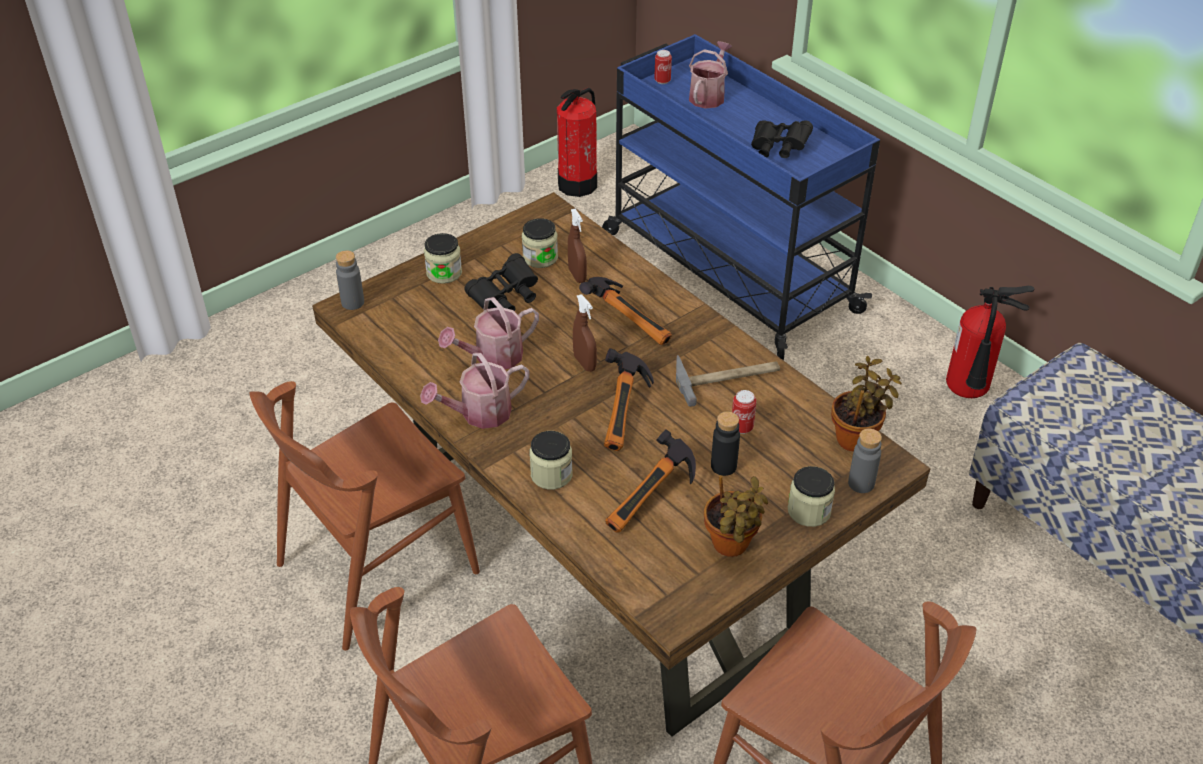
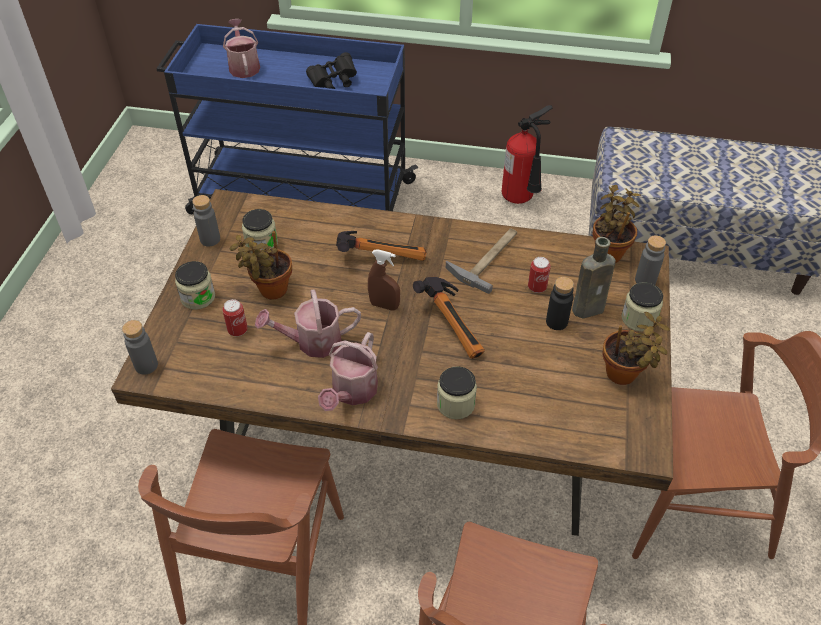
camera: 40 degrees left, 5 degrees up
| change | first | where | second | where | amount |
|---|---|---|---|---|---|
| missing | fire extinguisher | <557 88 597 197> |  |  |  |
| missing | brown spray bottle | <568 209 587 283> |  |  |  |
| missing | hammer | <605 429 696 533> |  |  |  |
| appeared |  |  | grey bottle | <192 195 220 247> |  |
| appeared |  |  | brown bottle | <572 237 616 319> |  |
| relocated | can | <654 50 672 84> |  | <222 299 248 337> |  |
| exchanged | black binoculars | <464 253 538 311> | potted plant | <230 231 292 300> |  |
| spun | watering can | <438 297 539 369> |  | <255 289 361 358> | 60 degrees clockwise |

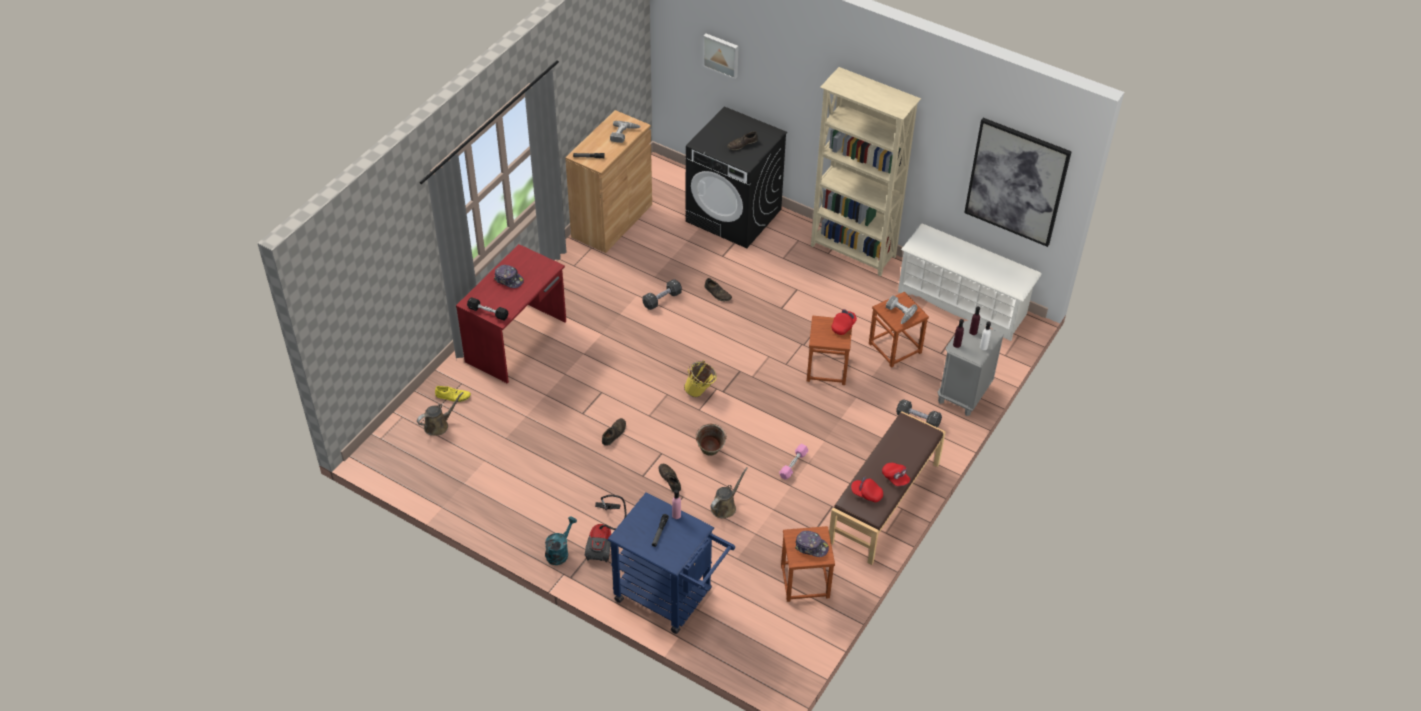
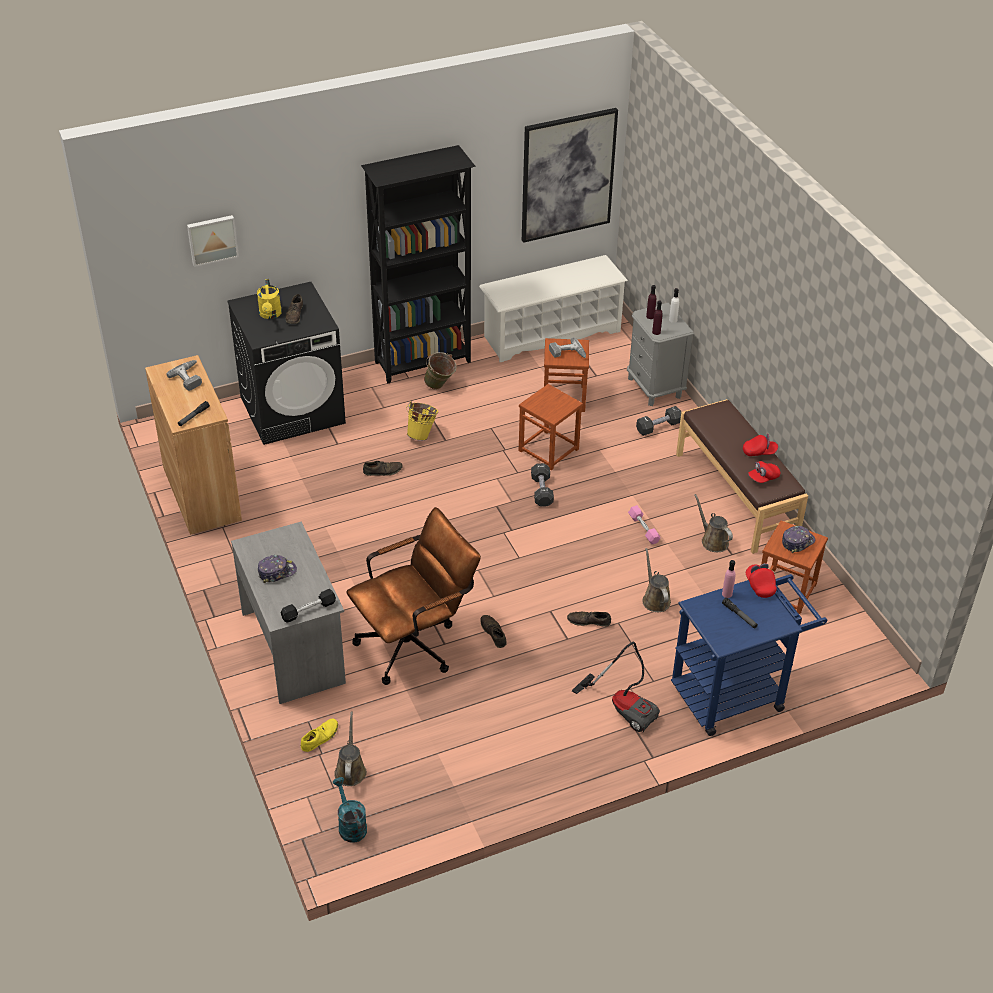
camera: 55 degrees left, 5 degrees down
| change | first | where | second | where | amount |
|---|---|---|---|---|---|
| appeared |  |  | yellow watering can | <257 279 282 319> |  |
| appeared |  |  | brown office chair | <346 507 481 685> |  |
| appeared |  |  | brown watering can | <694 494 733 552> |  |
| relocated | turquoise watering can | <545 516 577 565> |  | <333 777 367 842> |  |
| relocated | black dumbbell | <643 279 682 310> |  | <531 463 554 507> |  |
| relocated | yellow bucket | <684 360 717 397> |  | <406 401 438 441> |  |
| relocated | green bucket | <696 424 727 456> |  | <424 352 457 389> |  |
| relocated | red cap | <831 309 857 335> |  | <746 563 777 598> |  |
| colour | red desk | <456 244 566 383> | grey desk | <231 521 346 704> |  |
| colour | beige bookcase | <811 67 921 276> | black bookcase | <361 145 475 383> |  |

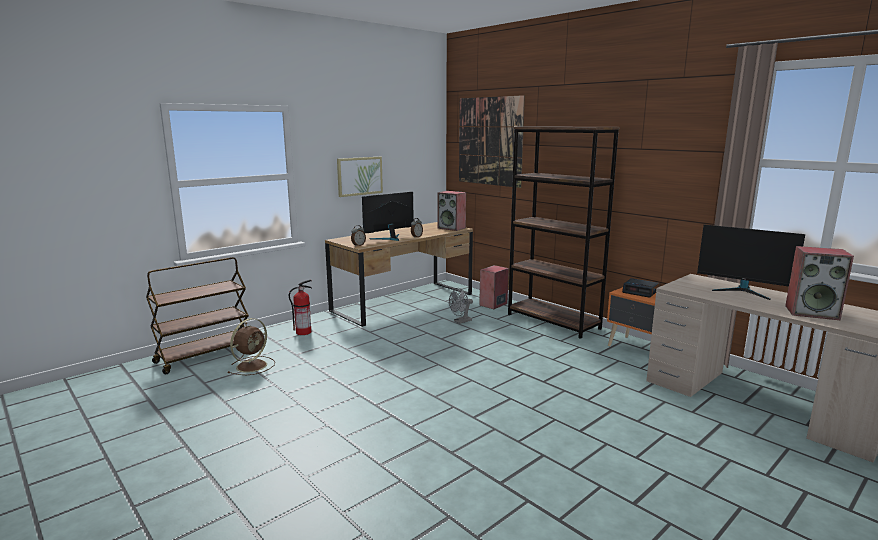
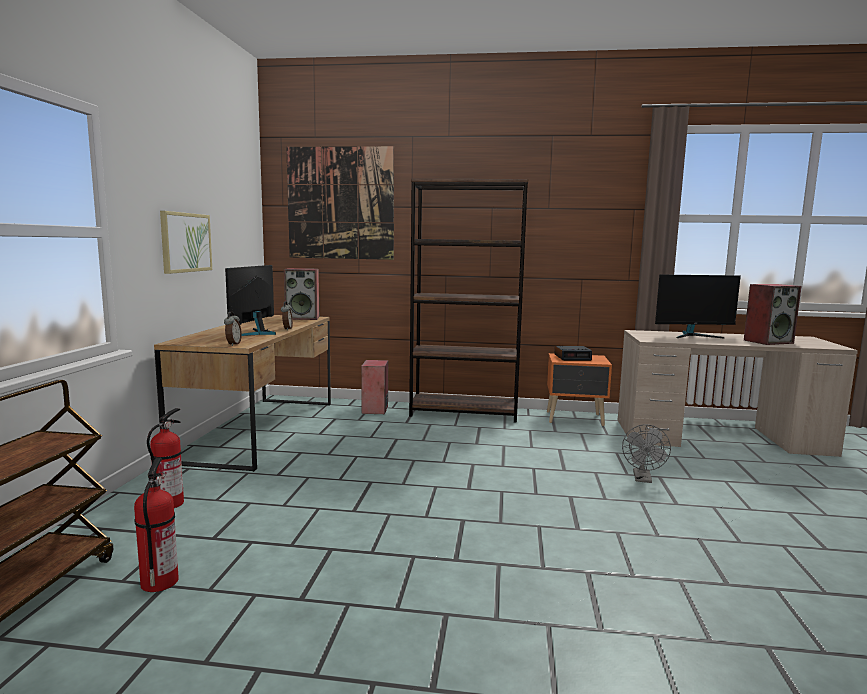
camera: 40 degrees left, 5 degrees down
| change | first | where | second | where | amount |
|---|---|---|---|---|---|
| relocated | grey fan | <449 288 473 324> |  | <622 424 671 483> |  |
| exchanged | brown fan | <228 318 275 375> | fire extinguisher | <134 458 179 592> |  |

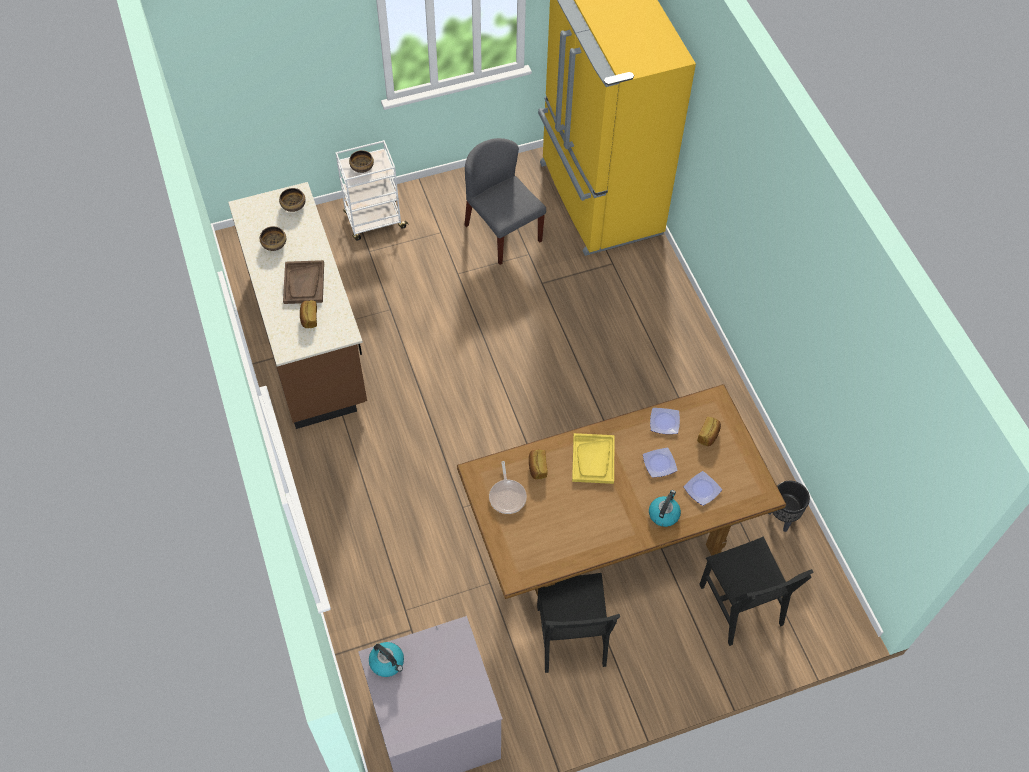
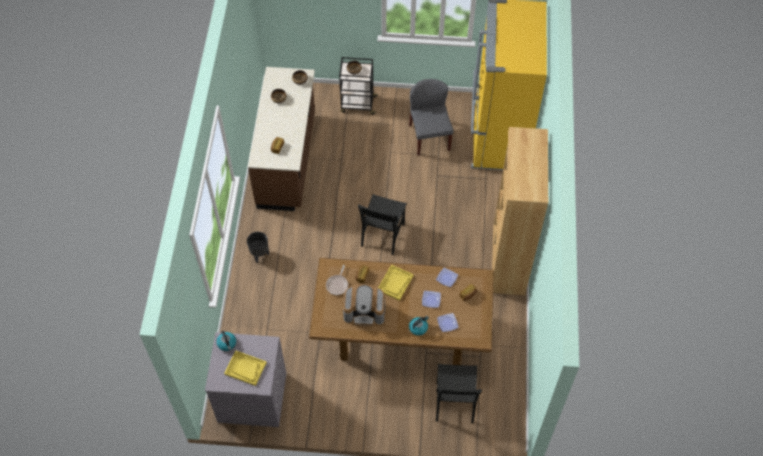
camera: 25 degrees right, 0 degrees up
| change | first | where | second | where | amount |
|---|---|---|---|---|---|
| missing | brown tray | <283 260 324 304> |  |  |  |
| appeared |  |  | yellow tray | <224 351 267 386> |  |
| appeared |  |  | coffee machine | <343 284 385 326> |  |
| appeared |  |  | brown bookcase | <492 127 548 295> |  |
| relocated | black chair | <537 573 620 673> |  | <358 194 407 255> |  |
| relocated | black planter | <768 481 810 532> |  | <247 232 269 263> |  |
| colour | white cart | <335 140 409 240> | black cart | <339 57 378 115> |  |

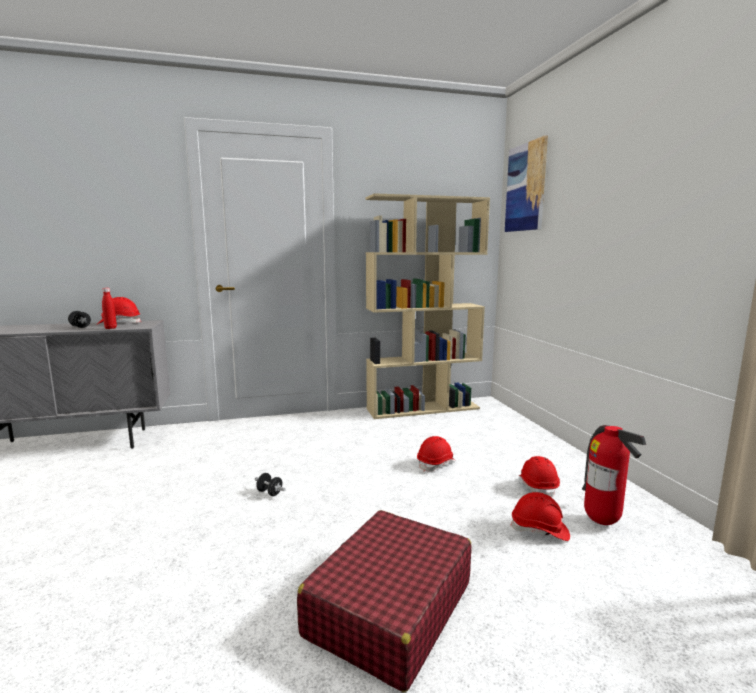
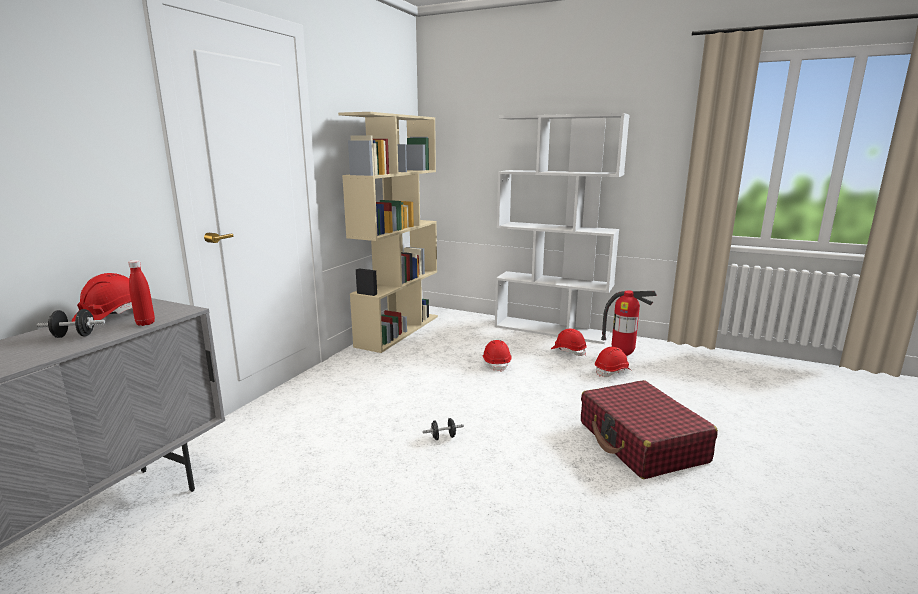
camera: 50 degrees left, 5 degrees up
| change | first | where | second | where | amount |
|---|---|---|---|---|---|
| missing | picture | <505 135 548 232> |  |  |  |
| appeared |  |  | white bookcase | <495 113 630 344> |  |

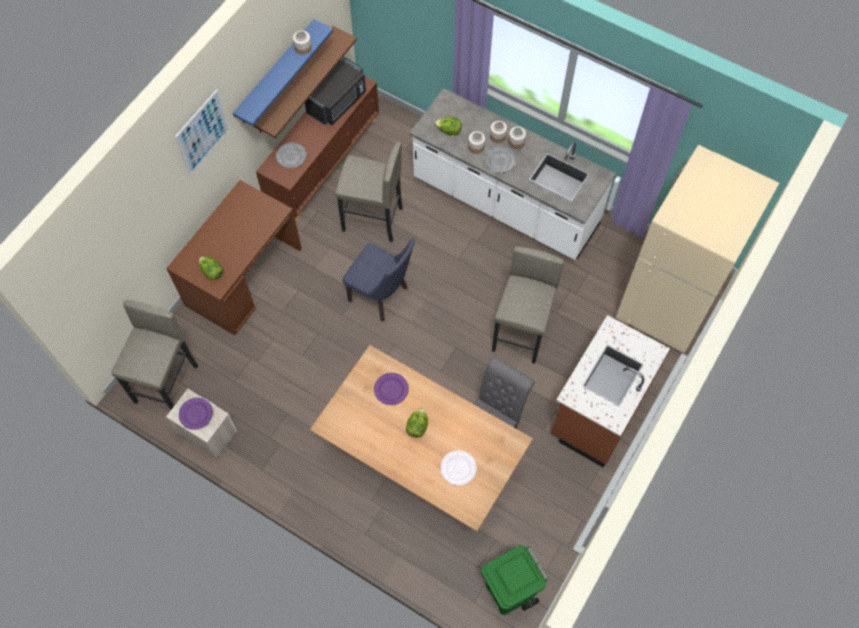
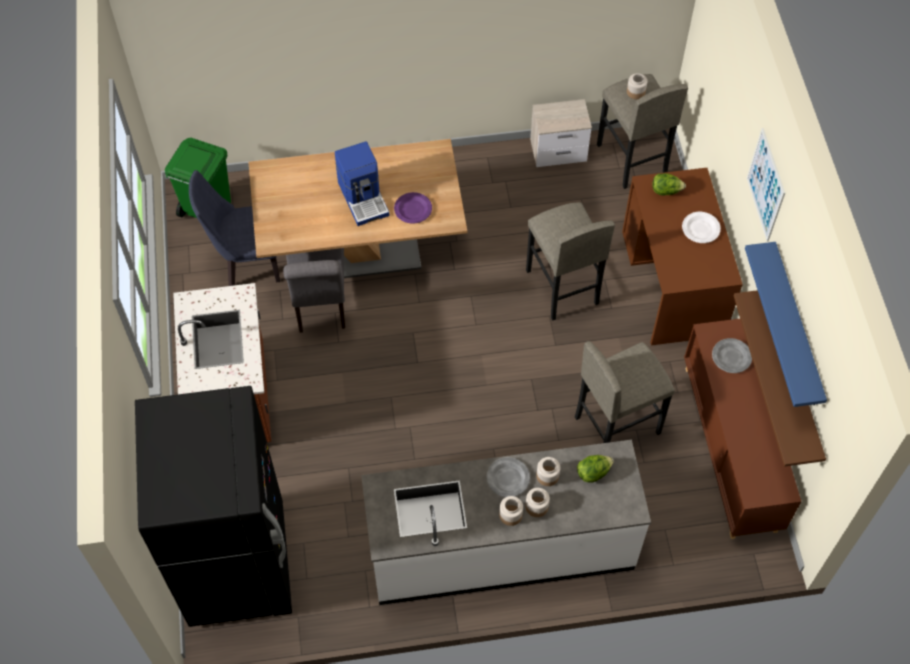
camera: 140 degrees right, 5 degrees down
| change | first | where | second | where | amount |
|---|---|---|---|---|---|
| missing | purple plate | <179 398 213 430> |  |  |  |
| missing | black microwave | <305 57 366 125> |  |  |  |
| relocated | jar | <293 31 312 55> |  | <627 73 648 99> |  |
| relocated | blue chair | <342 238 415 322> |  | <189 170 280 286> |  |
| relocated | white plate | <440 451 477 485> |  | <682 212 721 243> |  |
| relocated | grey stool | <492 246 564 364> |  | <526 202 615 321> |  |
| exchanged | lettuce | <406 408 428 438> | coffee machine | <335 141 390 226> |  |
| colour | beige fridge | <615 145 779 353> | black fridge | <135 386 292 627> |  |

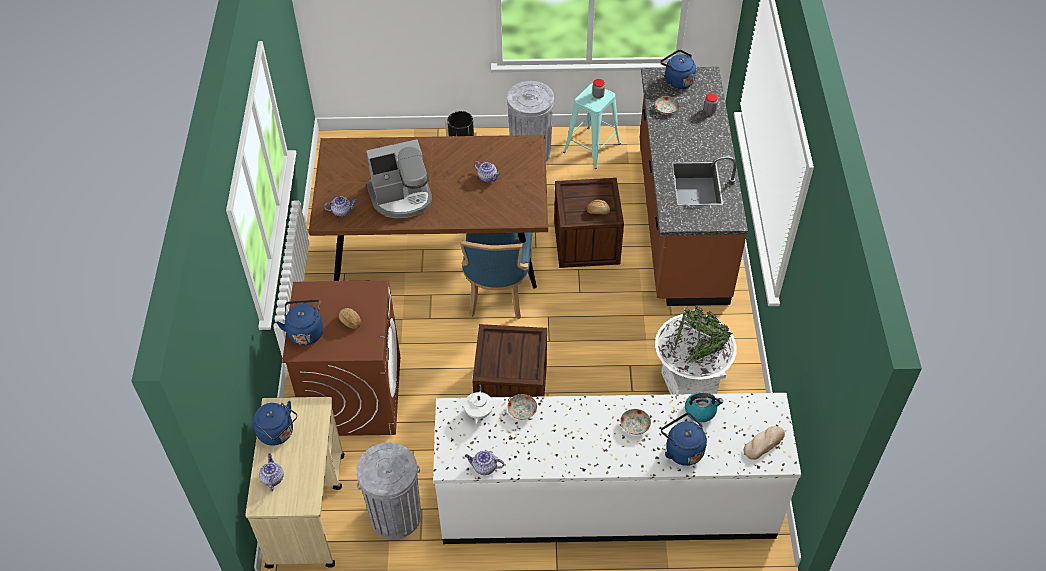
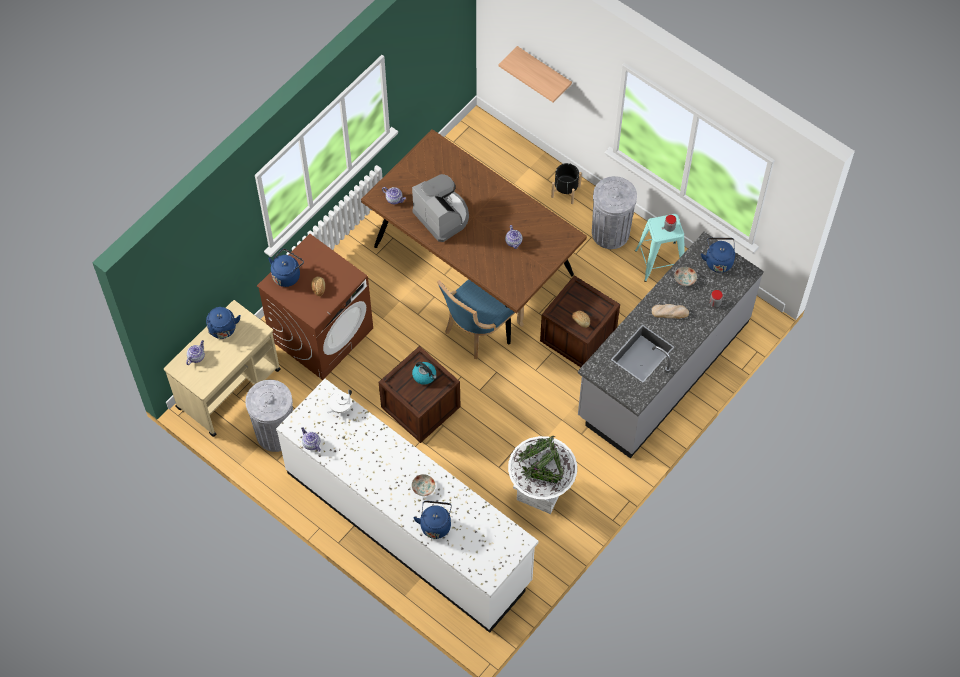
camera: 40 degrees right, 10 degrees up
| change | first | where | second | where | amount |
|---|---|---|---|---|---|
| missing | plate | <507 394 537 420> |  |  |  |
| appeared |  |  | shelf | <498 46 572 102> |  |
| relocated | kettle | <685 392 723 422> |  | <412 361 437 385> |  |
| relocated | bread | <744 426 785 460> |  | <652 304 689 319> |  |
| colour | brown counter | <640 67 748 306> | grey counter | <578 231 764 458> |  |
| spun | coffee machine | <366 139 432 218> |  | <412 174 469 242> | 150 degrees counterclockwise |

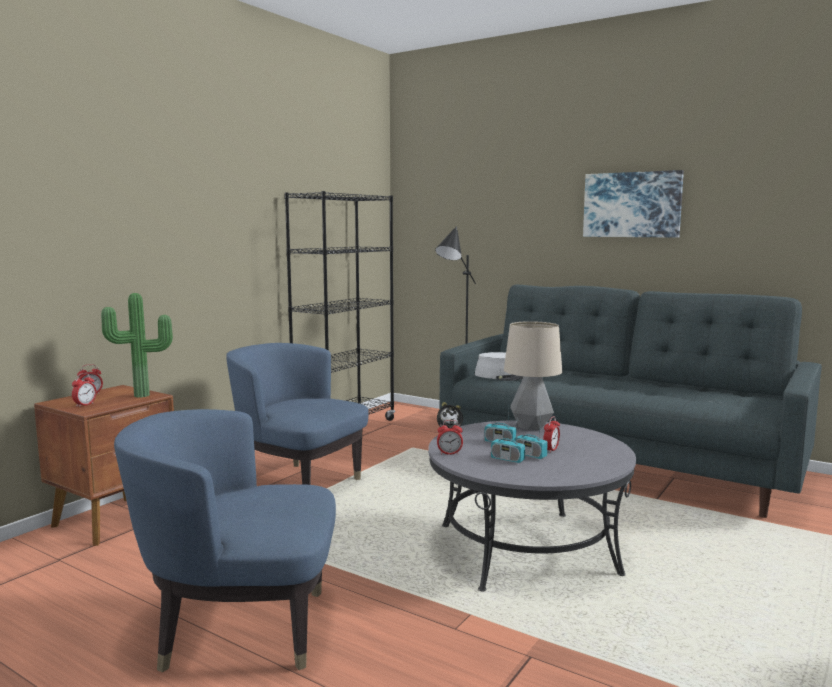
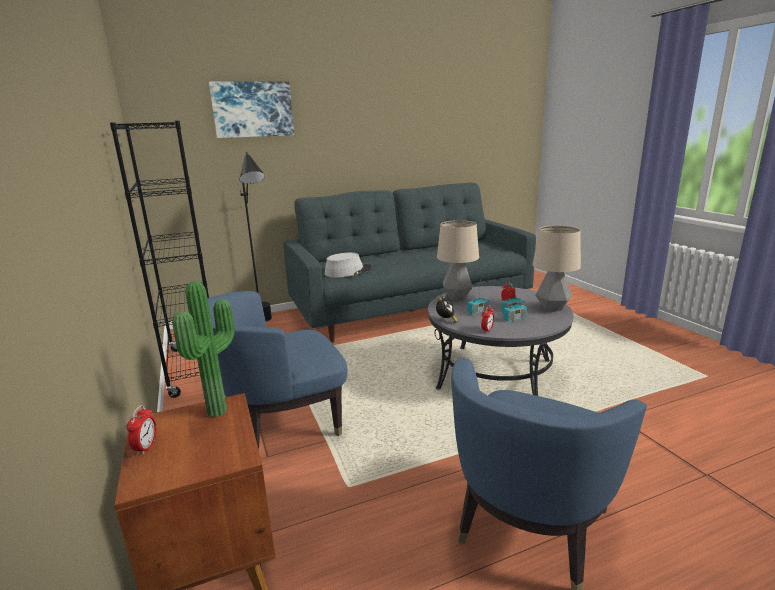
camera: 55 degrees left, 10 degrees up
| change | first | where | second | where | amount |
|---|---|---|---|---|---|
| missing | alarm clock | <72 373 97 407> |  |  |  |
| appeared |  |  | table lamp | <533 226 581 312> |  |
| relocated | picture | <583 170 684 238> |  | <209 81 294 138> |  |

